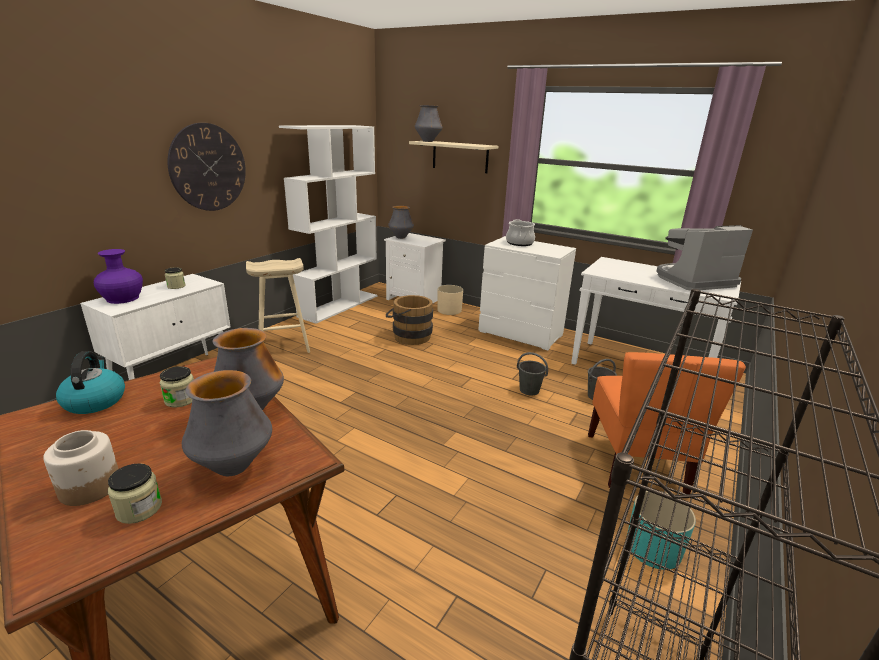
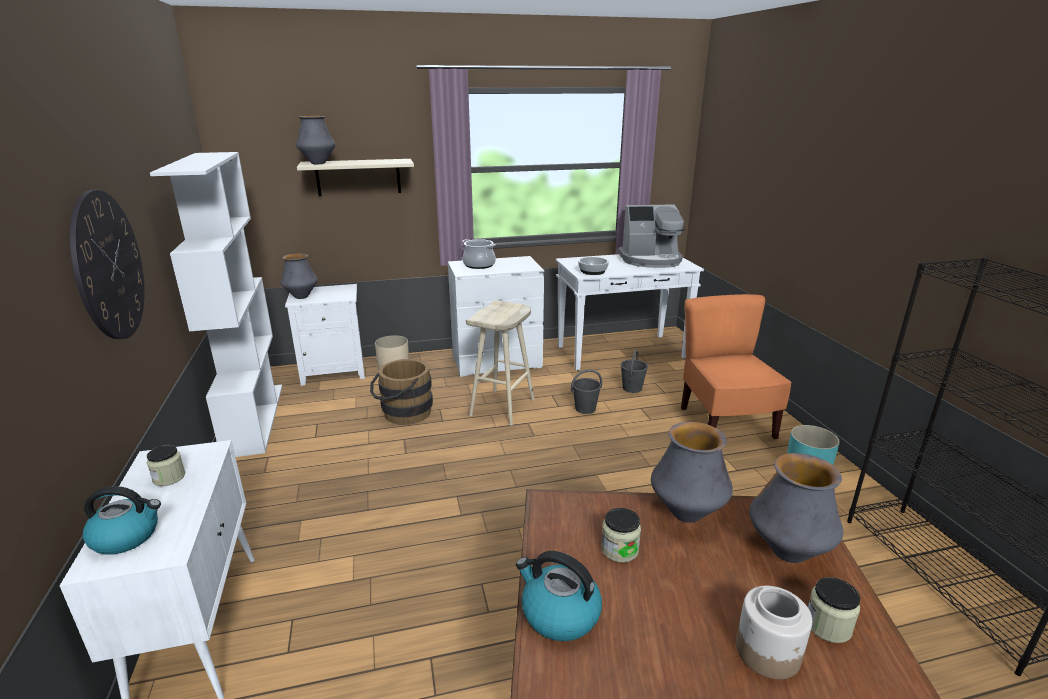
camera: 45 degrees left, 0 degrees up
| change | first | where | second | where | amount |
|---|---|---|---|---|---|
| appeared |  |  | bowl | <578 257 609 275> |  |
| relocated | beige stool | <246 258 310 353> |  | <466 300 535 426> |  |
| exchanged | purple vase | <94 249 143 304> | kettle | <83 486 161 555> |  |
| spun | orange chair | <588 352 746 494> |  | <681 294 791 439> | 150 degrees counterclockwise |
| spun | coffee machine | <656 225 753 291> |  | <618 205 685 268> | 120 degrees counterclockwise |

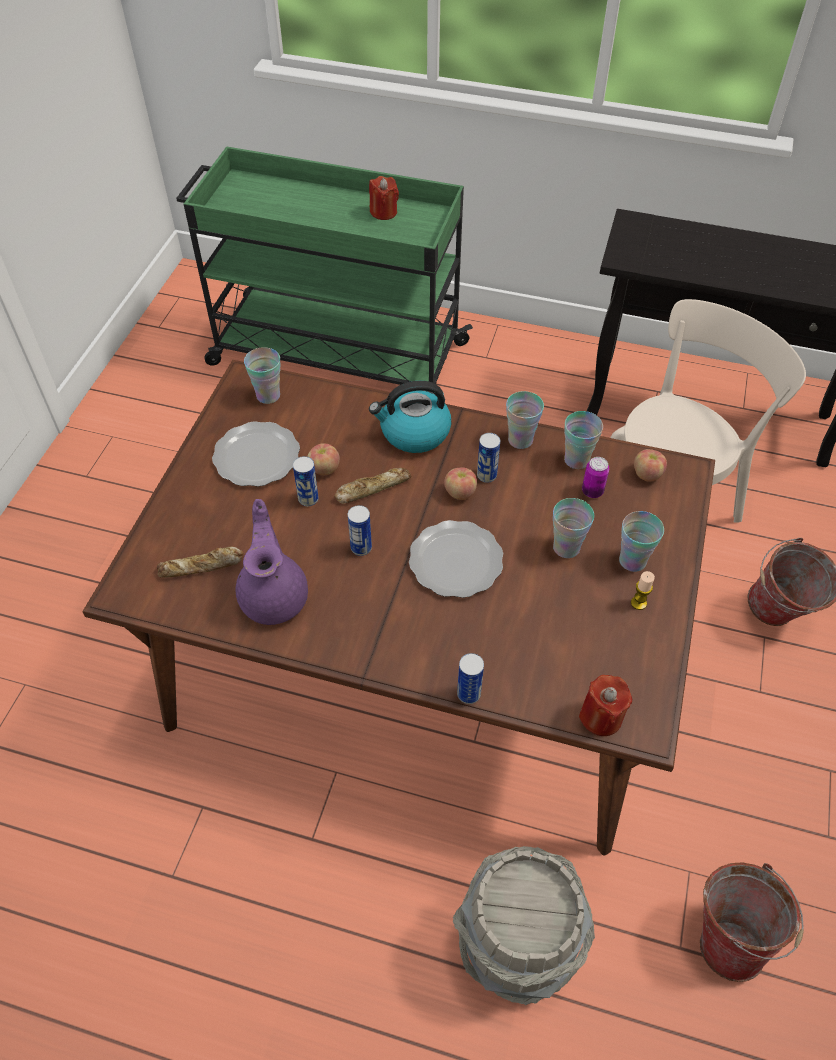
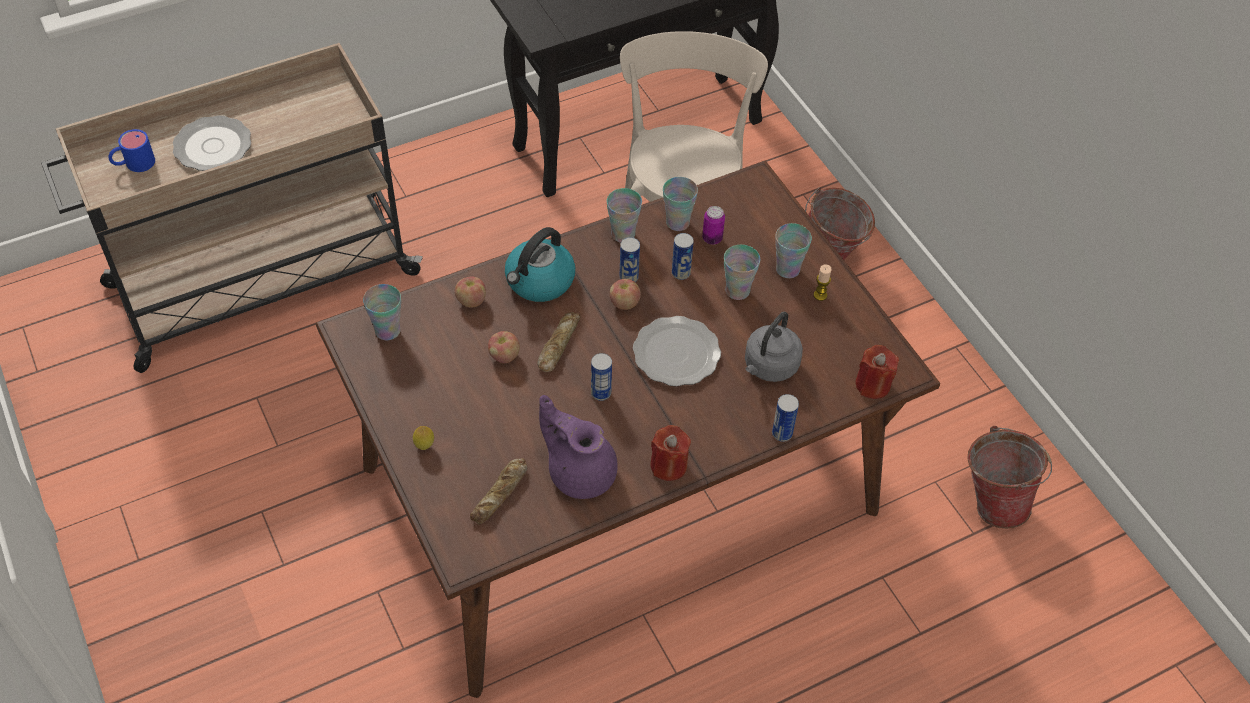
camera: 45 degrees left, 0 degrees up
| change | first | where | second | where | amount |
|---|---|---|---|---|---|
| missing | grey bucket | <453 846 595 1005> |  |  |  |
| appeared |  |  | blue mug | <108 129 155 172> |  |
| appeared |  |  | lemon | <413 426 434 450> |  |
| appeared |  |  | grey kettle | <745 312 803 382> |  |
| relocated | plate | <212 421 300 487> |  | <173 115 251 171> |  |
| relocated | can | <293 456 319 506> |  | <672 233 694 280> |  |
| relocated | red candle | <369 176 399 220> |  | <650 425 691 481> |  |
| relocated | apple | <634 449 667 482> |  | <455 277 486 307> |  |
| colour | green cart | <176 146 473 395> | beige cart | <41 43 423 373> |  |

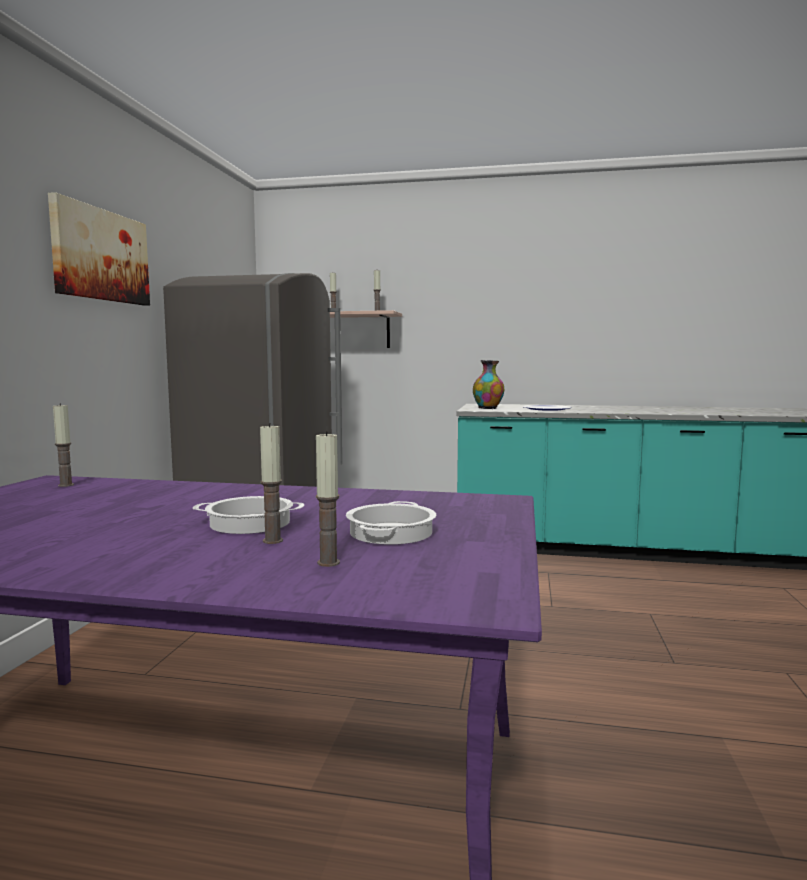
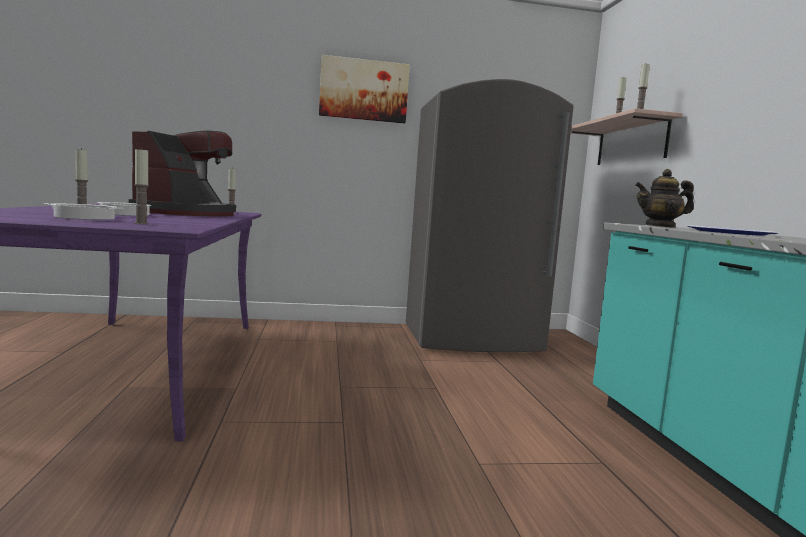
camera: 70 degrees right, 0 degrees up
| change | first | where | second | where | amount |
|---|---|---|---|---|---|
| appeared |  |  | coffee machine | <129 130 236 216> |  |
| relocated | candle | <316 431 340 567> |  | <134 148 149 224> |  |
| exchanged | vase | <473 360 504 409> | teapot | <635 169 694 227> |  |

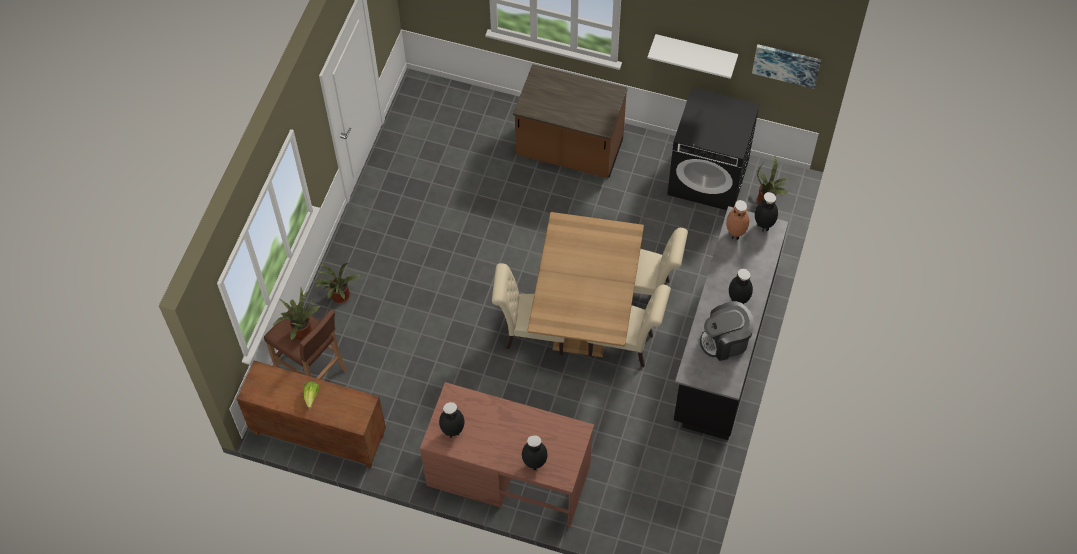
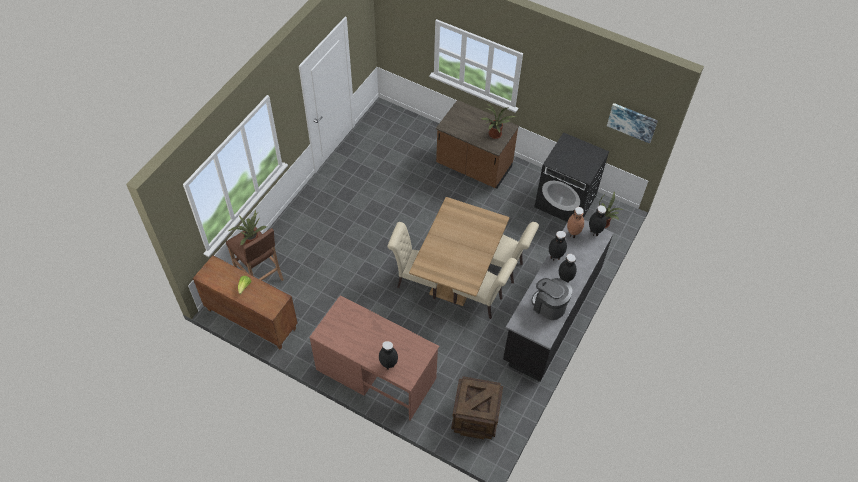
camera: 10 degrees right, 5 degrees down
| change | first | where | second | where | amount |
|---|---|---|---|---|---|
| missing | white shelf | <647 34 738 79> |  |  |  |
| appeared |  |  | crate | <451 376 503 439> |  |
| relocated | potted plant | <315 263 362 303> |  | <481 104 516 139> |  |
| relocated | black vase | <439 402 464 438> |  | <549 231 567 261> |  |
| spun | coffee machine | <700 301 754 361> |  | <531 278 572 320> | 45 degrees clockwise |

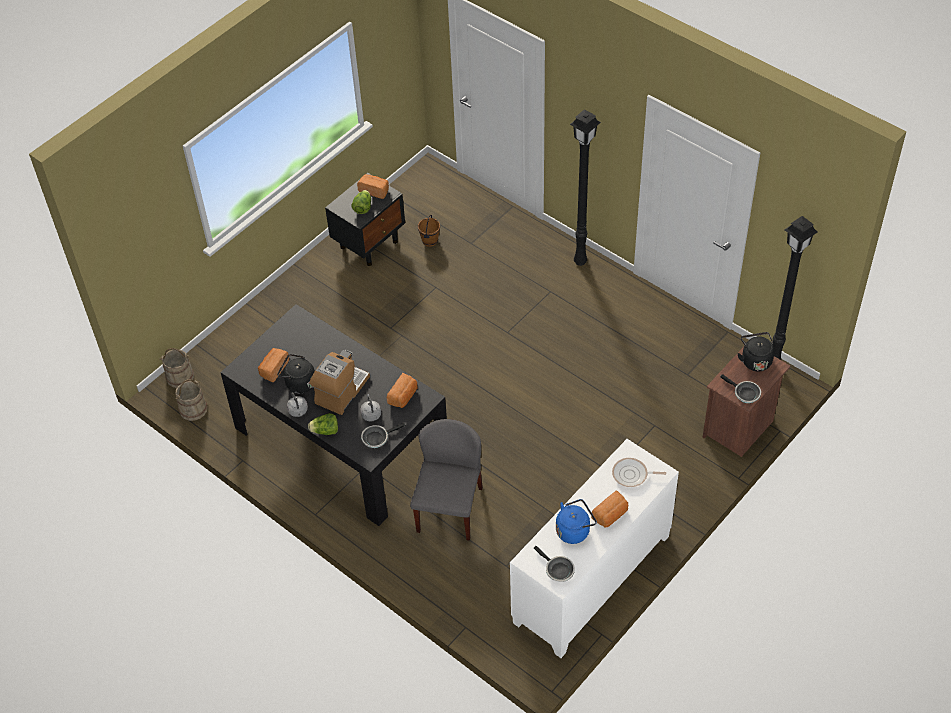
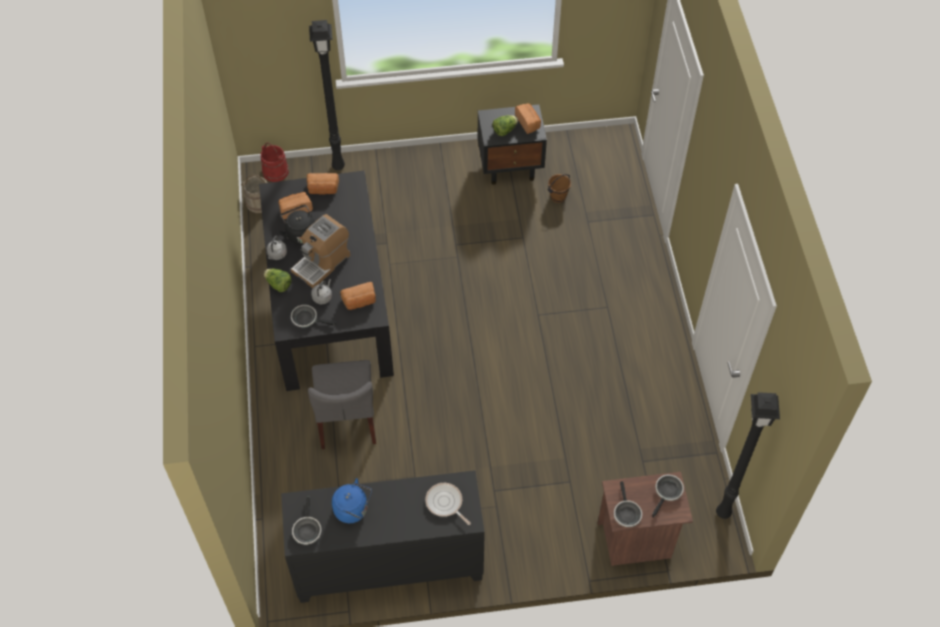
camera: 40 degrees right, 5 degrees up
| change | first | where | second | where | amount |
|---|---|---|---|---|---|
| relocated | black floor lamp | <570 109 601 266> |  | <309 20 345 171> |  |
| relocated | bread | <591 490 628 527> |  | <307 173 339 195> |  |
| exchanged | black kettle | <737 332 774 372> | frying pan | <652 475 684 517> |  |
| colour | beige bucket | <159 348 194 388> | red bucket | <261 143 289 182> |  |
| colour | white cabinet | <510 439 679 658> | black cabinet | <281 470 485 603> |  |
| spun | coffee machine | <310 350 370 415> |  | <291 214 350 288> | 150 degrees clockwise |
| spun | grey chair | <410 419 483 541> |  | <308 360 376 449> | 120 degrees clockwise |

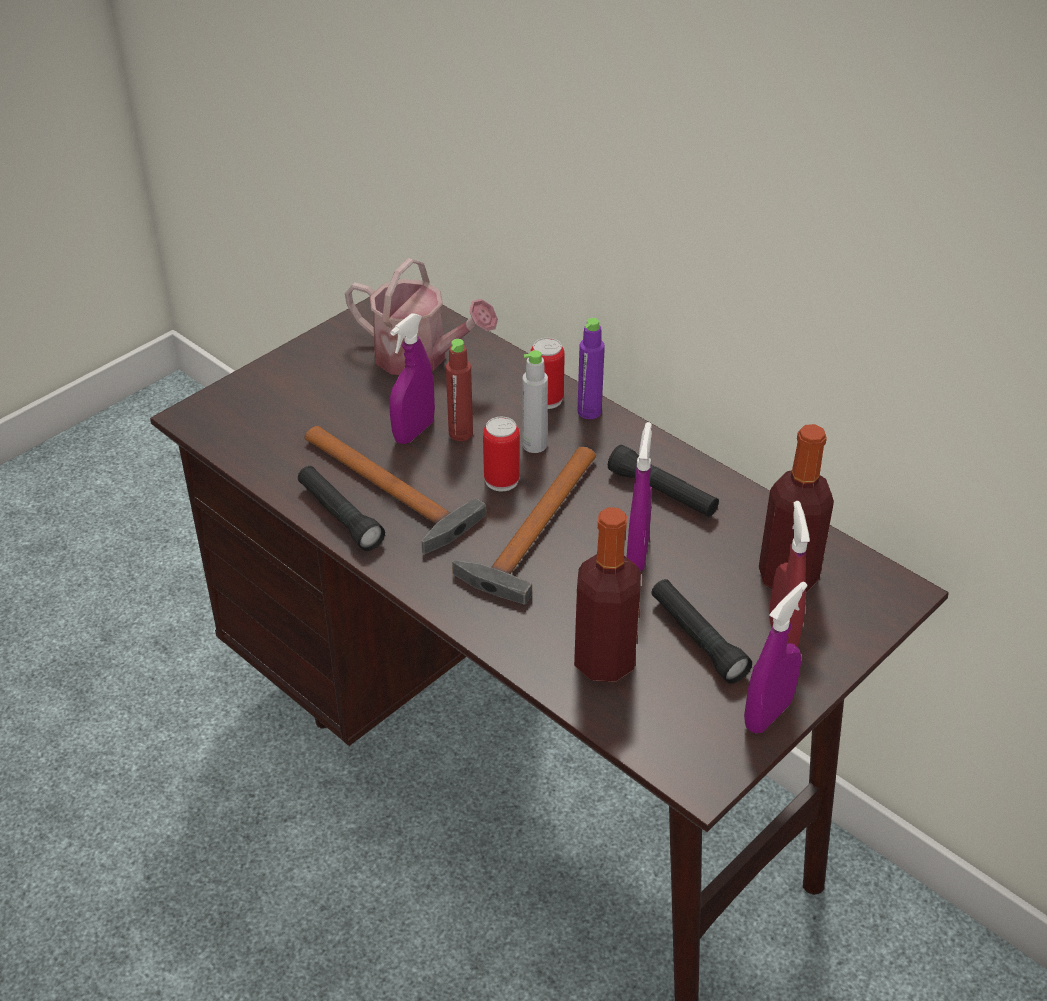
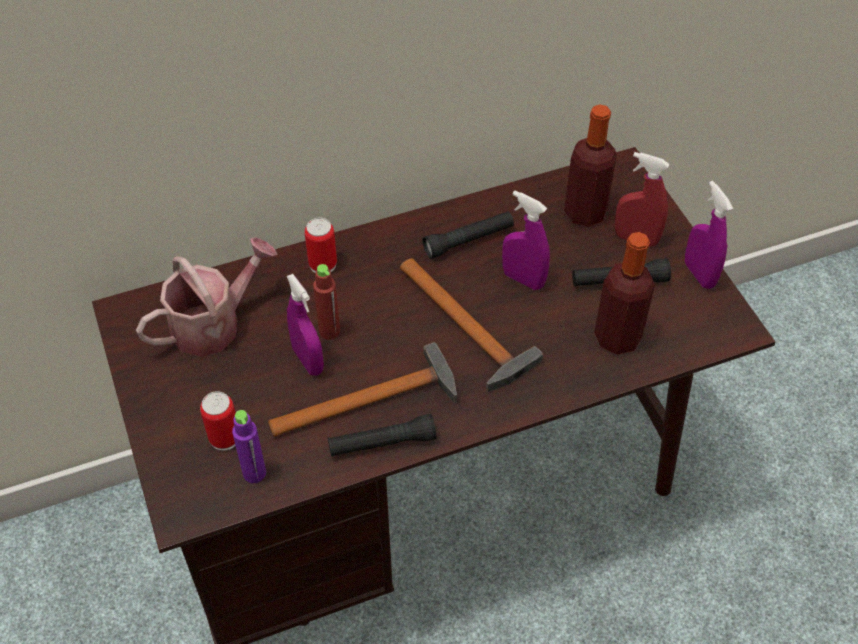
camera: 65 degrees left, 10 degrees up
| change | first | where | second | where | amount |
|---|---|---|---|---|---|
| missing | grey bottle | <522 350 548 453> |  |  |  |
| relocated | can | <483 417 520 491> |  | <200 391 235 451> |  |
| relocated | purple bottle | <577 318 605 419> |  | <232 410 266 483> |  |

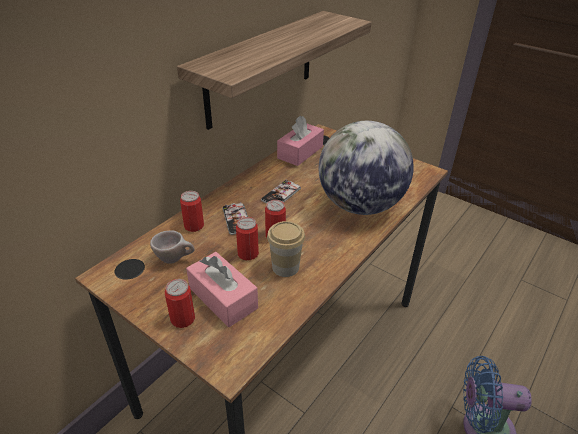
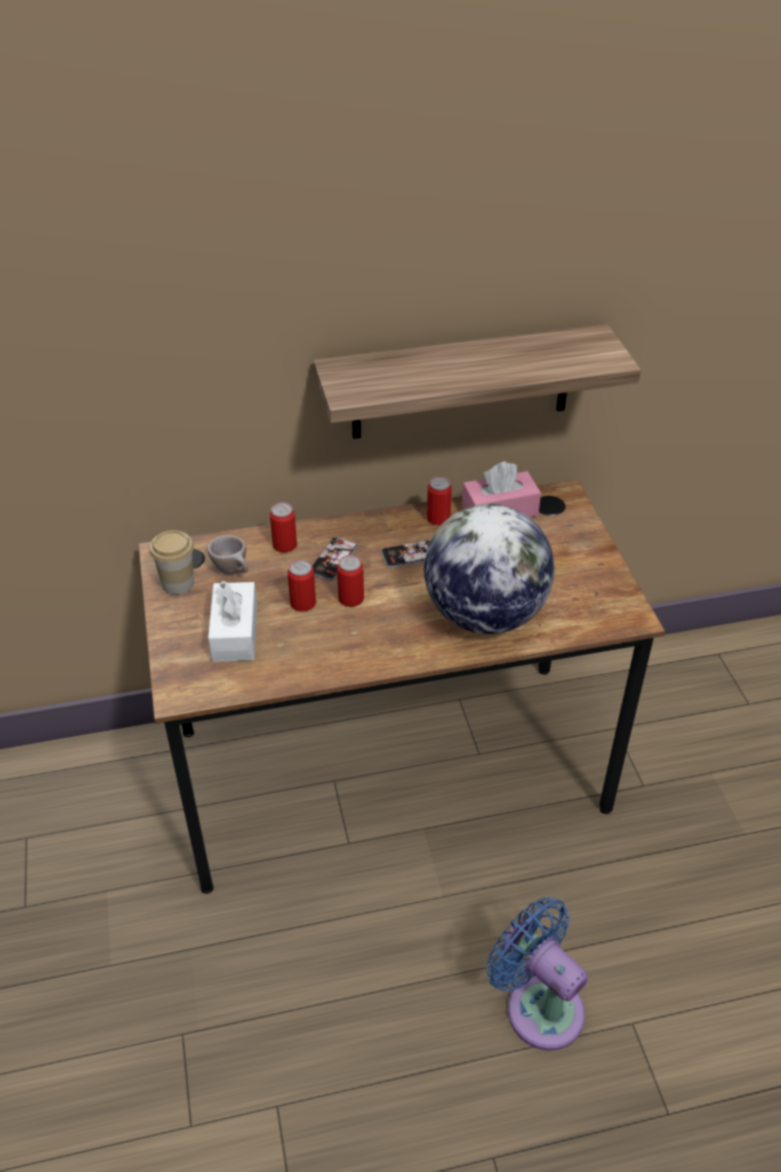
camera: 40 degrees right, 5 degrees up
| change | first | where | second | where | amount |
|---|---|---|---|---|---|
| relocated | can | <165 279 195 328> |  | <427 476 452 525> |  |
| relocated | cup | <267 221 305 277> |  | <150 530 194 595> |  |
| colour | pink tissue box | <186 252 258 327> | white tissue box | <208 581 257 662> |  |

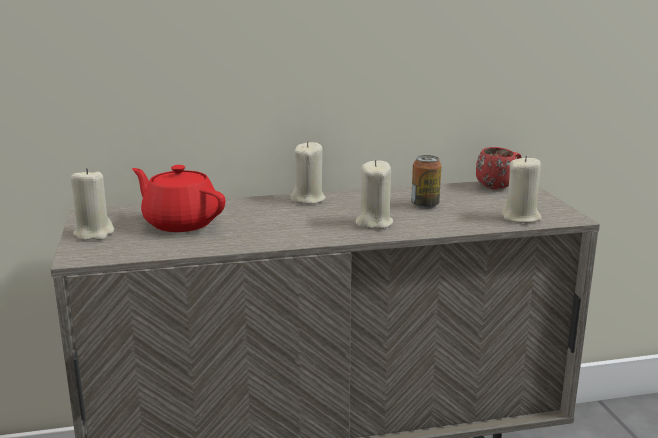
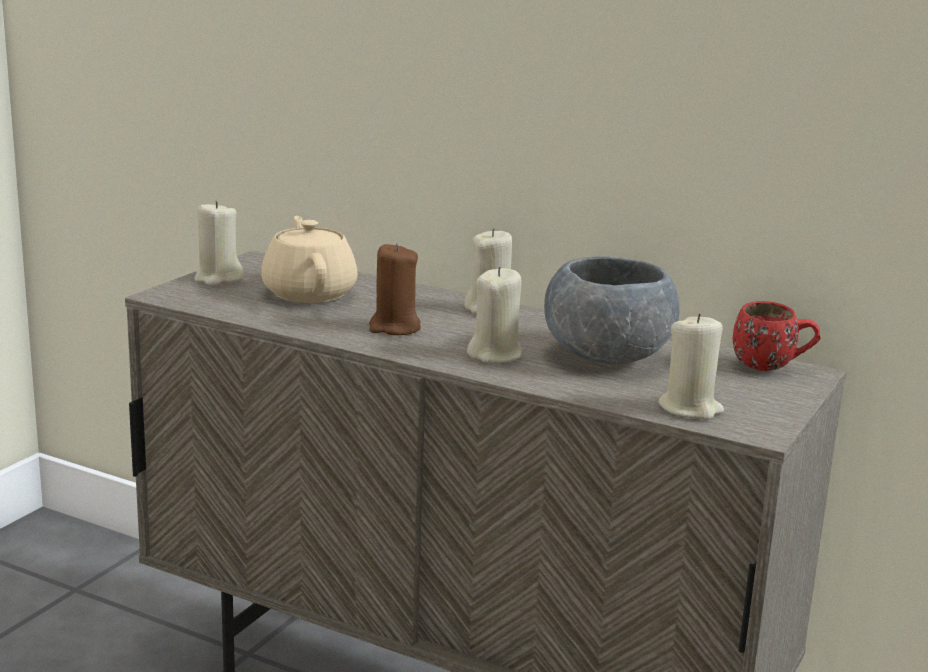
camera: 40 degrees right, 0 degrees up
| change | first | where | second | where | amount |
|---|---|---|---|---|---|
| appeared |  |  | brown candle | <369 243 421 335> |  |
| exchanged | can | <411 155 442 208> | grey bowl | <544 256 680 364> |  |
| colour | red teapot | <132 165 225 232> | beige teapot | <261 216 358 303> |  |

